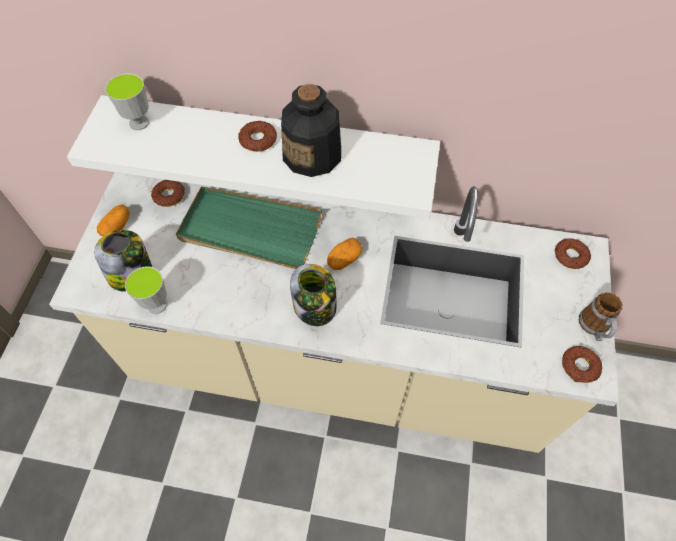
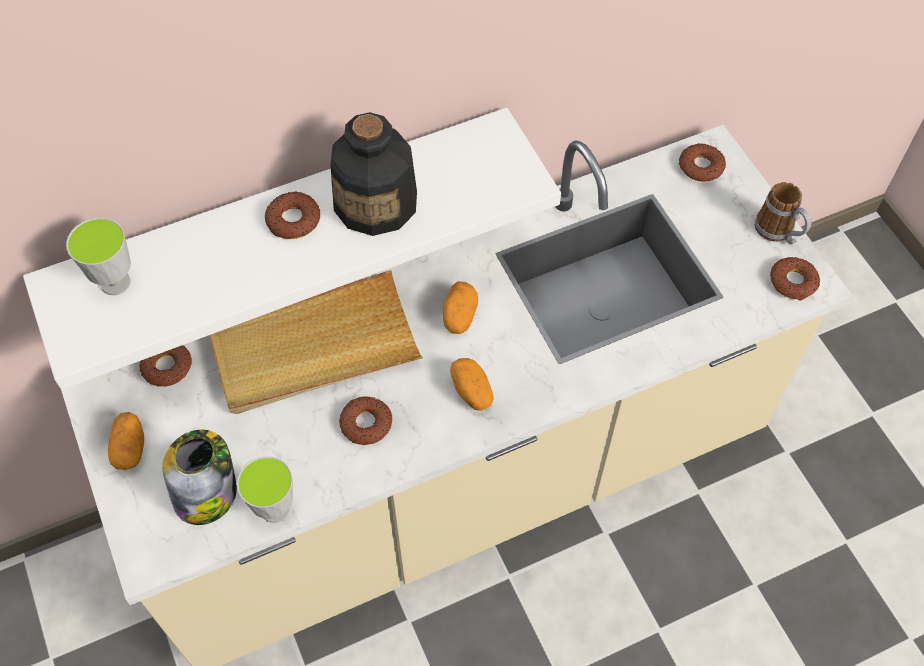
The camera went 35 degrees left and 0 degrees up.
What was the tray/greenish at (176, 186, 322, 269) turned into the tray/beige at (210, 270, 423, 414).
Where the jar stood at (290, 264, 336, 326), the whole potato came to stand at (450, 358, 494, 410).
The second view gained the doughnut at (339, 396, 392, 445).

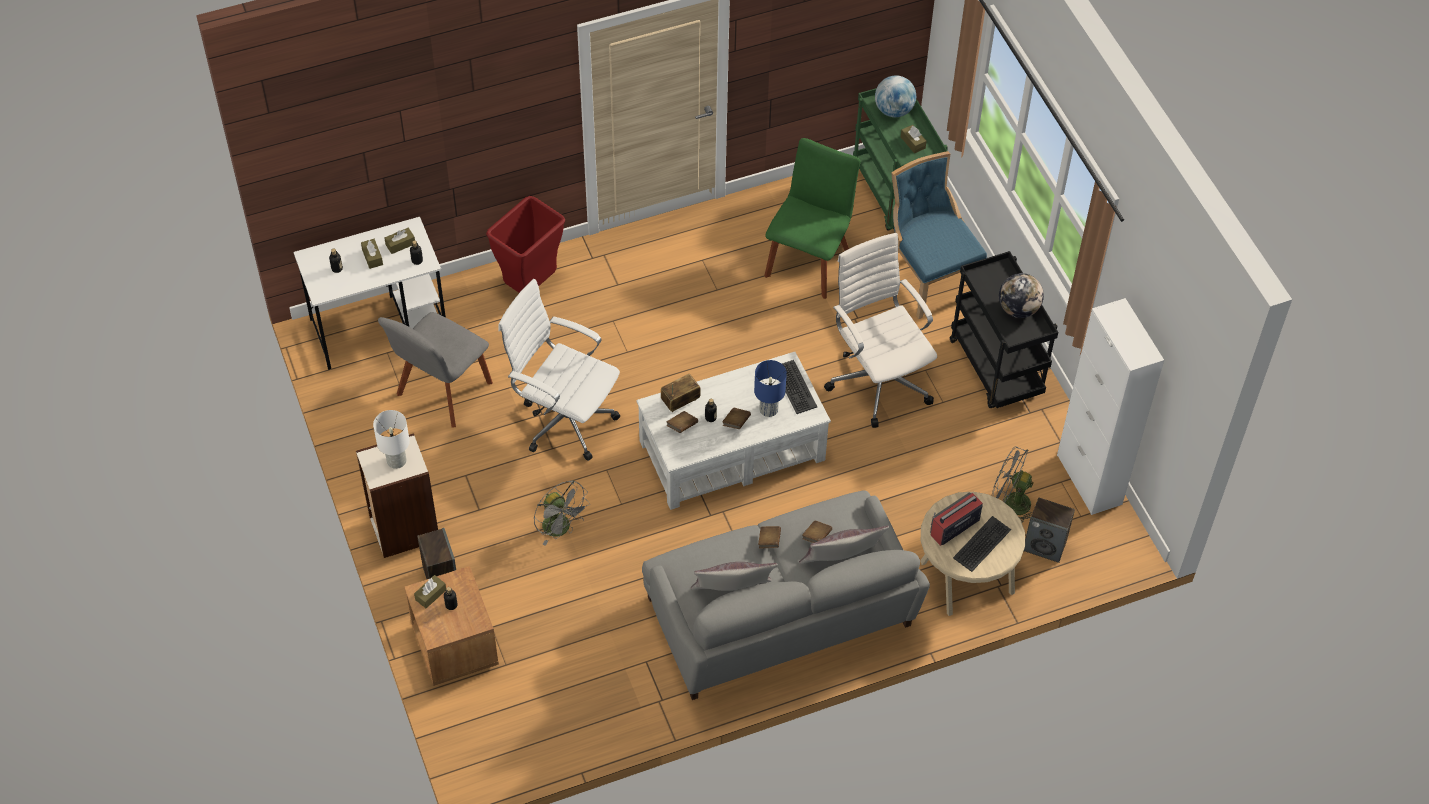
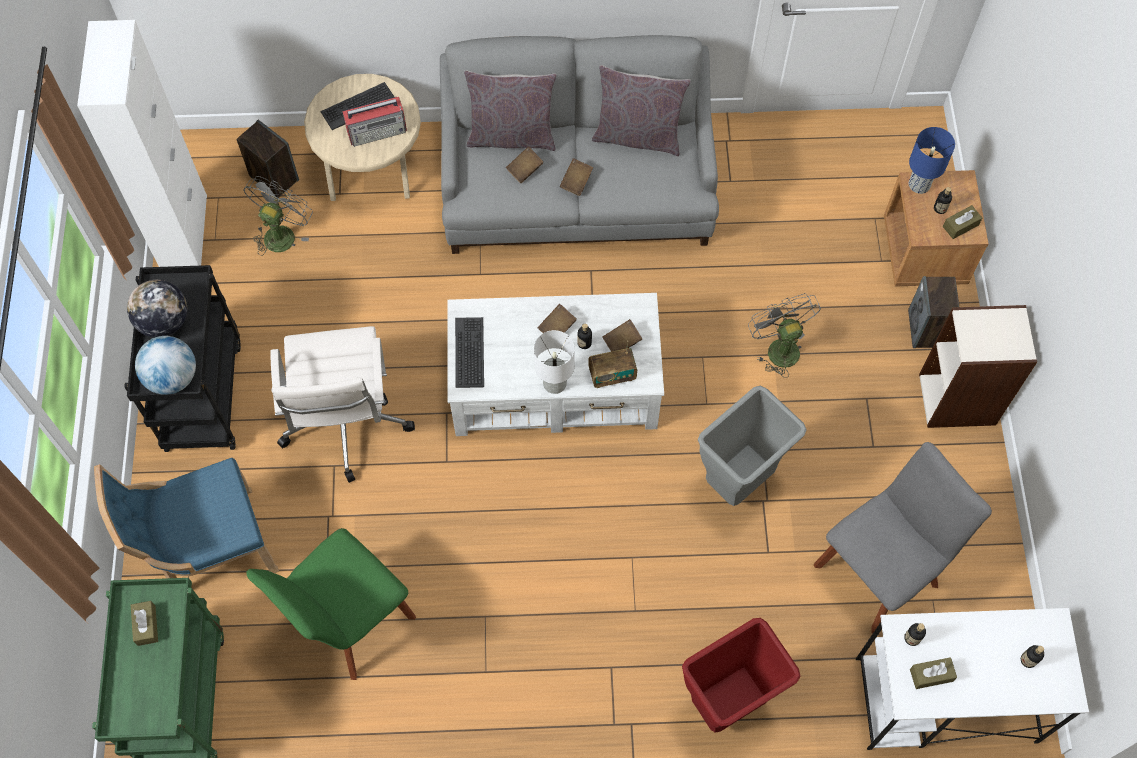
The camera went 160 degrees left and 10 degrees up.
The second view lost the tissue holder/brown-coloured at (361, 239, 383, 269).
The lamp for a table/whitish ended up elsewhere, having gone from (373, 410, 410, 469) to (534, 330, 575, 394).
Where the office chair/whitish stood at (498, 279, 620, 461), the waste bin/greyish came to stand at (698, 386, 807, 506).
The lamp for a table/blue ended up elsewhere, having gone from (754, 360, 787, 417) to (909, 127, 955, 194).
The globe ended up elsewhere, having gone from (875, 75, 916, 117) to (135, 336, 196, 395).
The plain chair/blue at (891, 151, 987, 319) ended up facing another way, 75 degrees clockwise from before.
The fan/greyish at (992, 446, 1034, 523) ended up facing another way, 105 degrees counterclockwise from before.

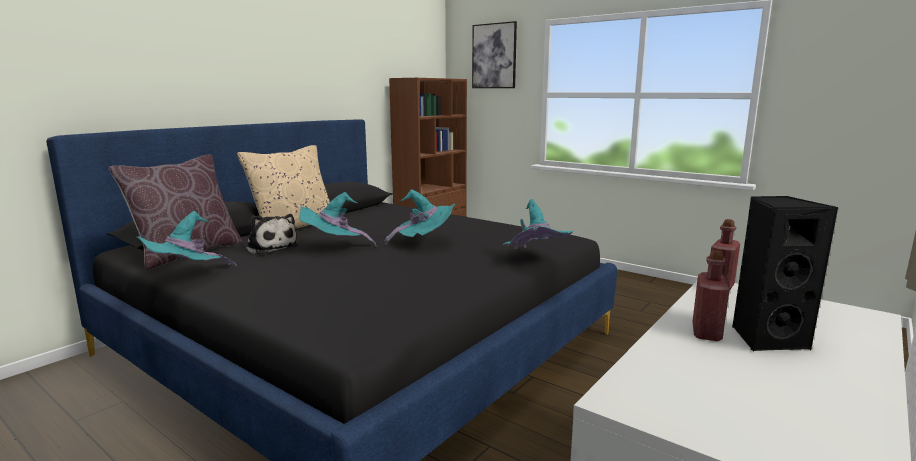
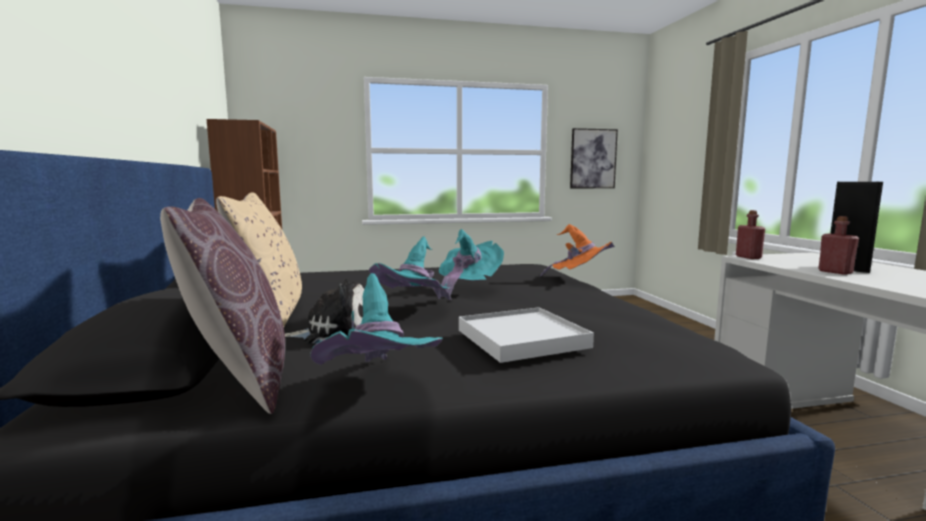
The camera went 50 degrees left and 5 degrees down.
The wall picture ended up elsewhere, having gone from (472, 21, 517, 88) to (570, 128, 618, 188).
What was the clothing hat/turquoise at (503, 199, 574, 249) turned into the clothing hat/orange at (540, 224, 615, 276).
The second view gained the tray/whitish at (459, 307, 594, 363).

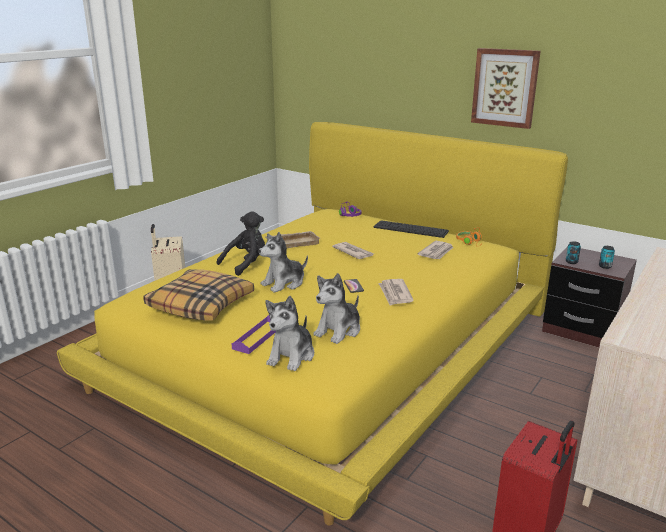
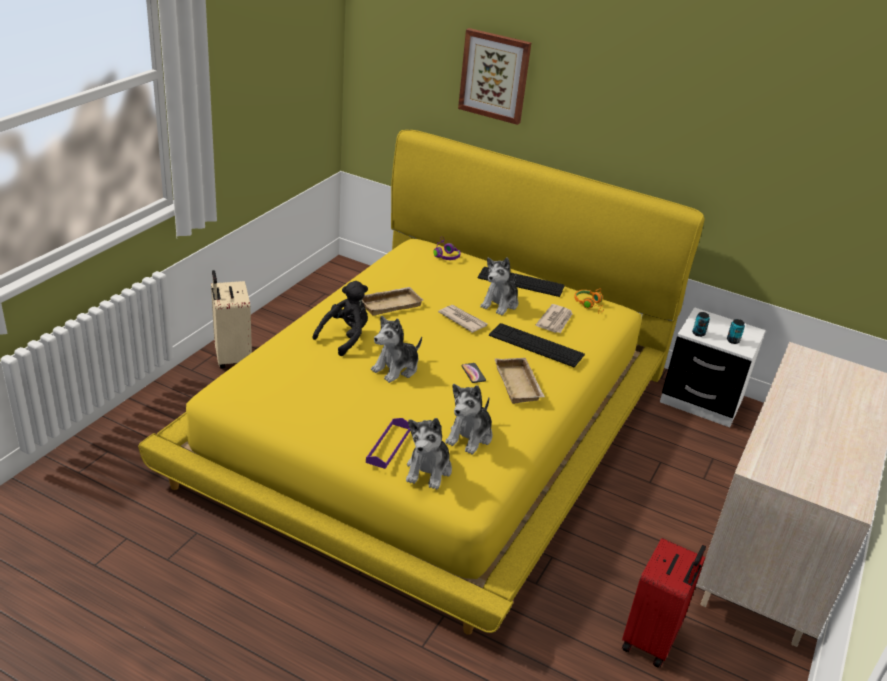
The camera went 10 degrees left and 10 degrees up.
The second view lost the cushion at (143, 269, 254, 321).
Where the newspaper stood at (378, 279, 414, 306), the tray/beige came to stand at (495, 358, 545, 404).
The wall picture ended up elsewhere, having gone from (471, 48, 541, 129) to (458, 28, 531, 125).
What was the bedside table/brown-coloured at (542, 246, 637, 347) turned into the bedside table/whitish at (660, 307, 766, 427).
The second view gained the cuddly toy at (480, 257, 518, 315).
The second view gained the keyboard at (489, 323, 585, 367).

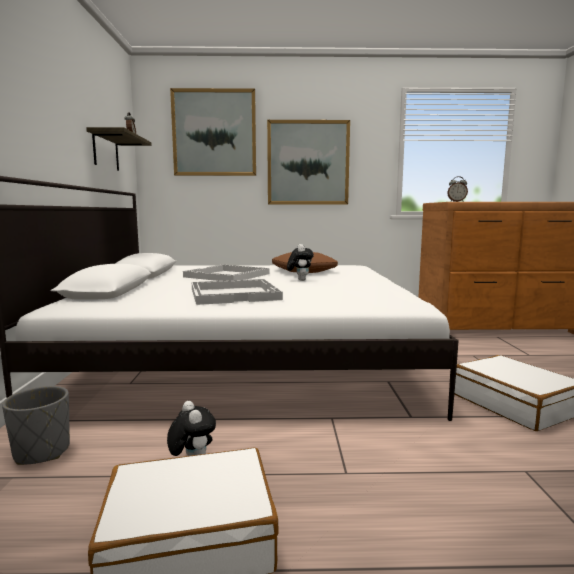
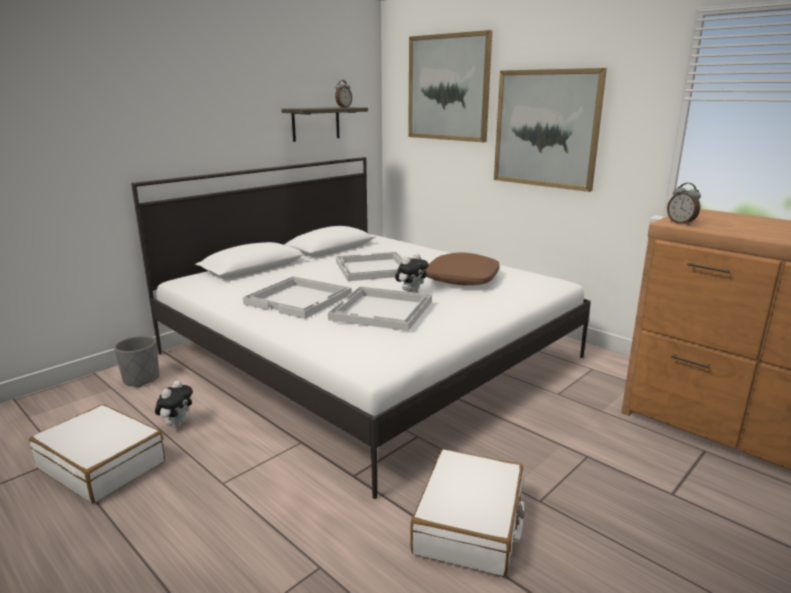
The camera went 45 degrees right and 10 degrees up.
The second view gained the tray/whitish at (328, 286, 432, 331).

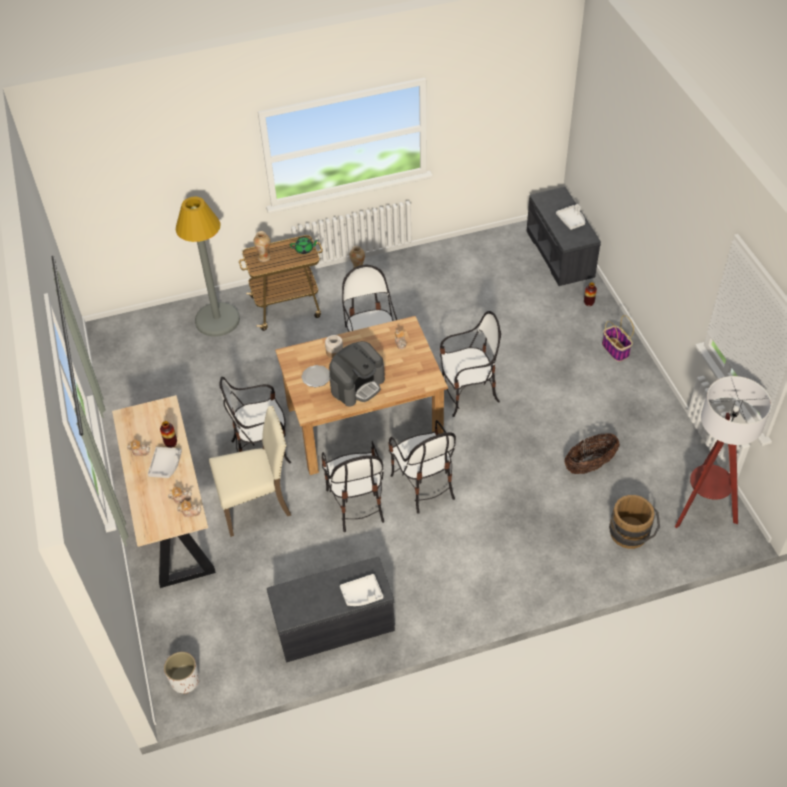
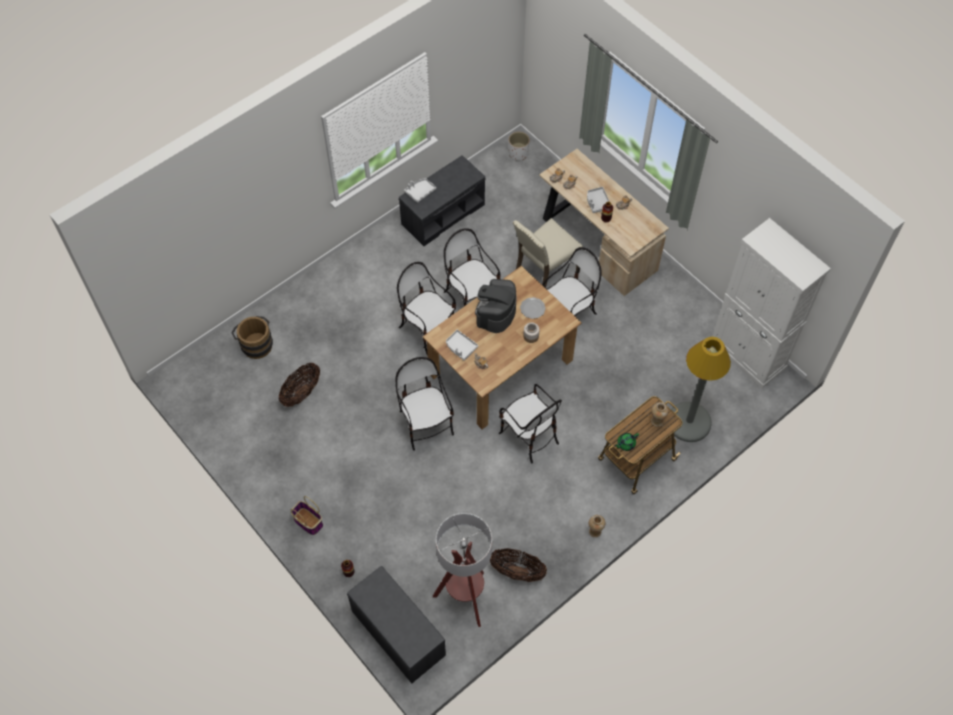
The camera went 155 degrees right and 10 degrees up.
The plain chair at (440, 311, 501, 417) ended up facing another way, 105 degrees clockwise from before.
The tray/whitish ended up elsewhere, having gone from (556, 204, 585, 230) to (446, 330, 478, 361).
The floor lamp ended up elsewhere, having gone from (675, 376, 772, 528) to (433, 513, 492, 627).
The second view gained the household basket at (490, 548, 547, 582).
The second view gained the cupboard/whitish at (712, 218, 831, 388).

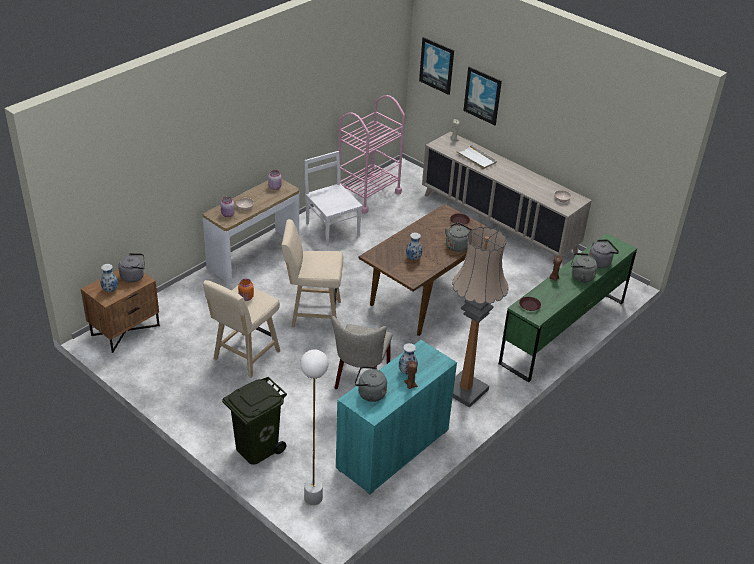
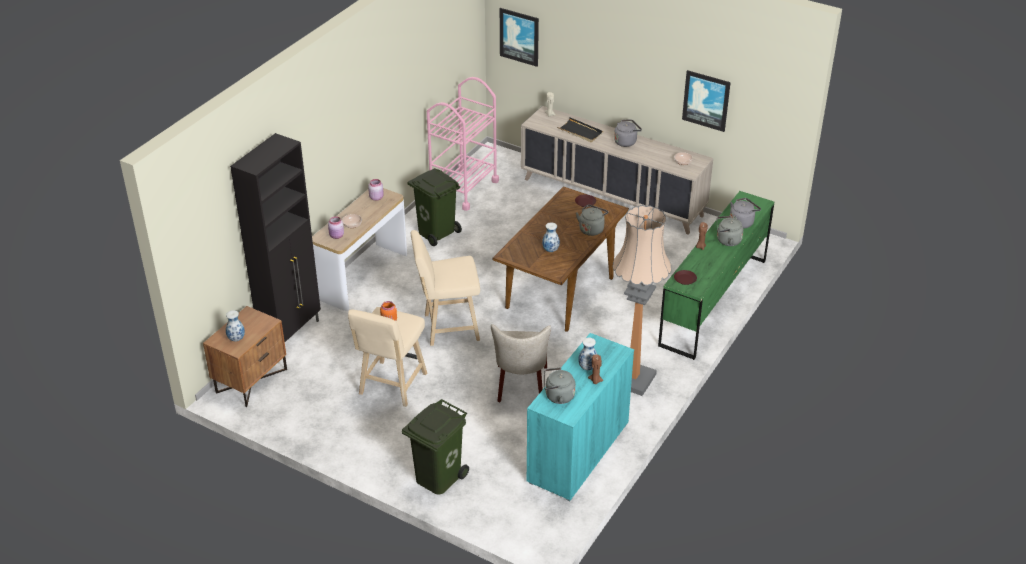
The camera went 10 degrees left and 0 degrees up.
The tea kettle/greyish ended up elsewhere, having gone from (118, 253, 145, 283) to (614, 119, 642, 147).
The second view lost the floor lamp/whitish at (300, 350, 329, 505).
Where the plain chair/whitish stood at (305, 151, 363, 246), the waste bin/greenish came to stand at (407, 168, 462, 246).
What was the tray/whitish at (456, 145, 497, 169) turned into the tray/blackish at (557, 117, 603, 142).
The wall picture ended up elsewhere, having gone from (463, 67, 502, 125) to (682, 70, 731, 132).
The second view gained the cupboard/blackish at (230, 133, 321, 342).

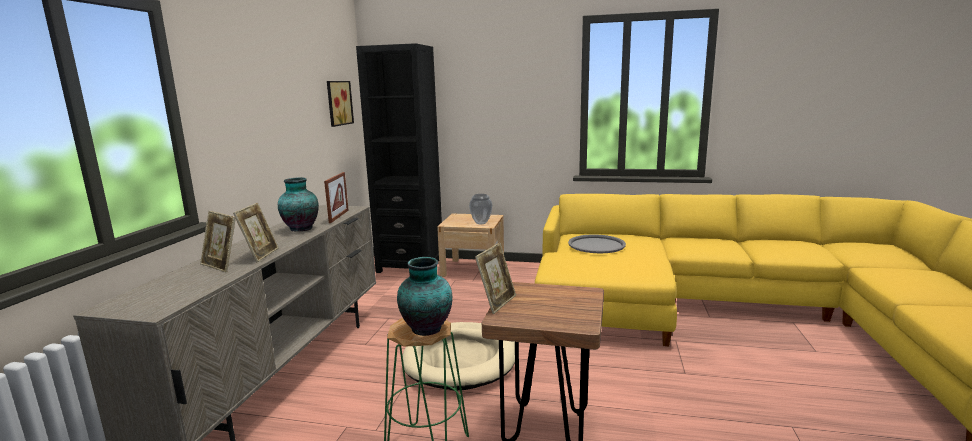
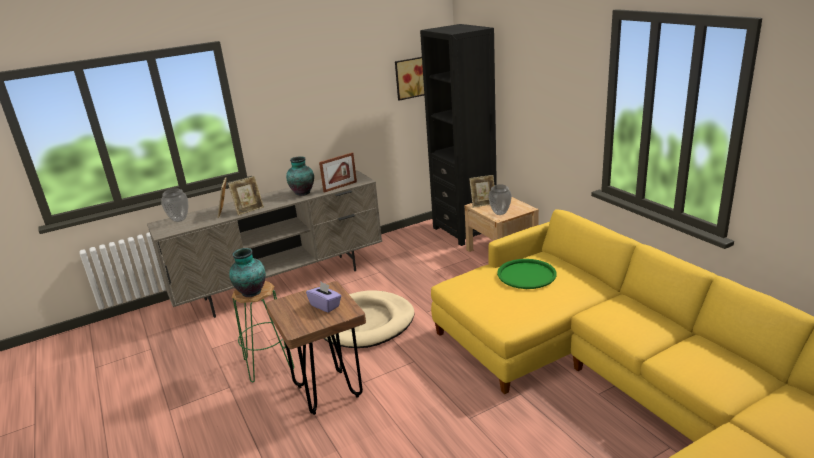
The camera went 50 degrees right and 10 degrees up.
The photo frame ended up elsewhere, having gone from (475, 243, 516, 314) to (469, 175, 494, 208).
What was the tray/greyish at (568, 234, 626, 253) turned into the tray/greenish at (497, 259, 557, 289).
The second view gained the vase at (161, 188, 188, 222).
The second view gained the tissue holder/purple-coloured at (306, 282, 341, 313).

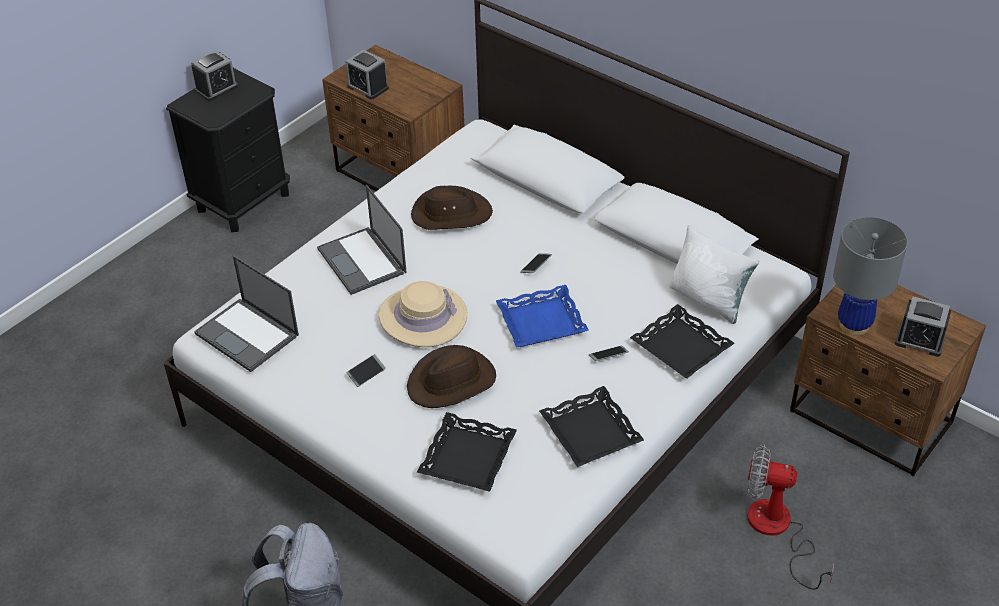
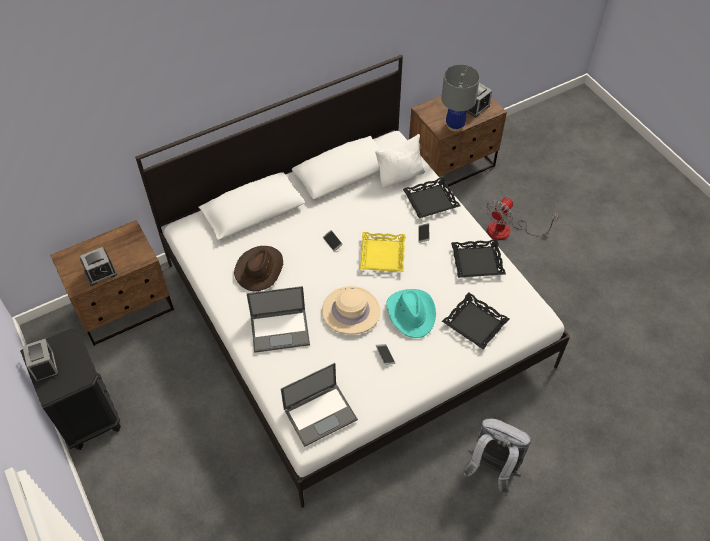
The camera went 70 degrees left and 10 degrees up.
What was the clothing hat/brown-coloured at (407, 345, 496, 408) turned into the clothing hat/turquoise at (386, 289, 436, 338).
What was the tray/blue at (496, 285, 589, 347) turned into the tray/yellow at (359, 232, 406, 272).

